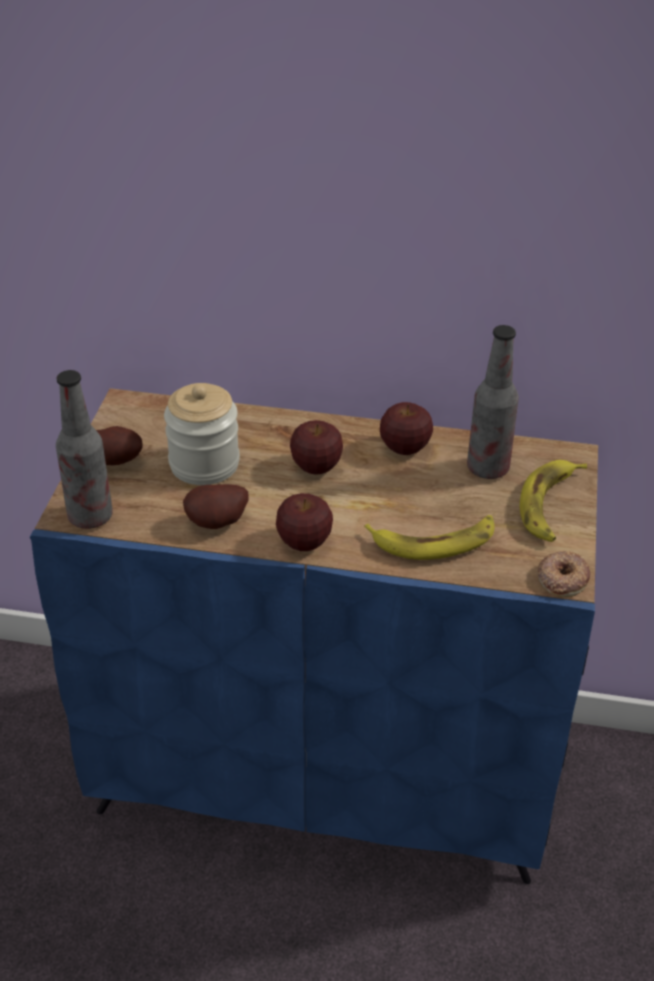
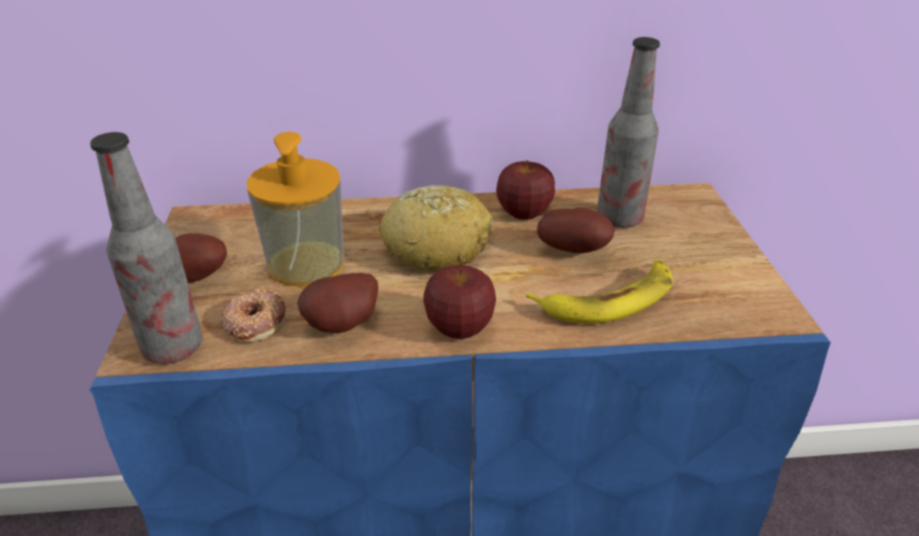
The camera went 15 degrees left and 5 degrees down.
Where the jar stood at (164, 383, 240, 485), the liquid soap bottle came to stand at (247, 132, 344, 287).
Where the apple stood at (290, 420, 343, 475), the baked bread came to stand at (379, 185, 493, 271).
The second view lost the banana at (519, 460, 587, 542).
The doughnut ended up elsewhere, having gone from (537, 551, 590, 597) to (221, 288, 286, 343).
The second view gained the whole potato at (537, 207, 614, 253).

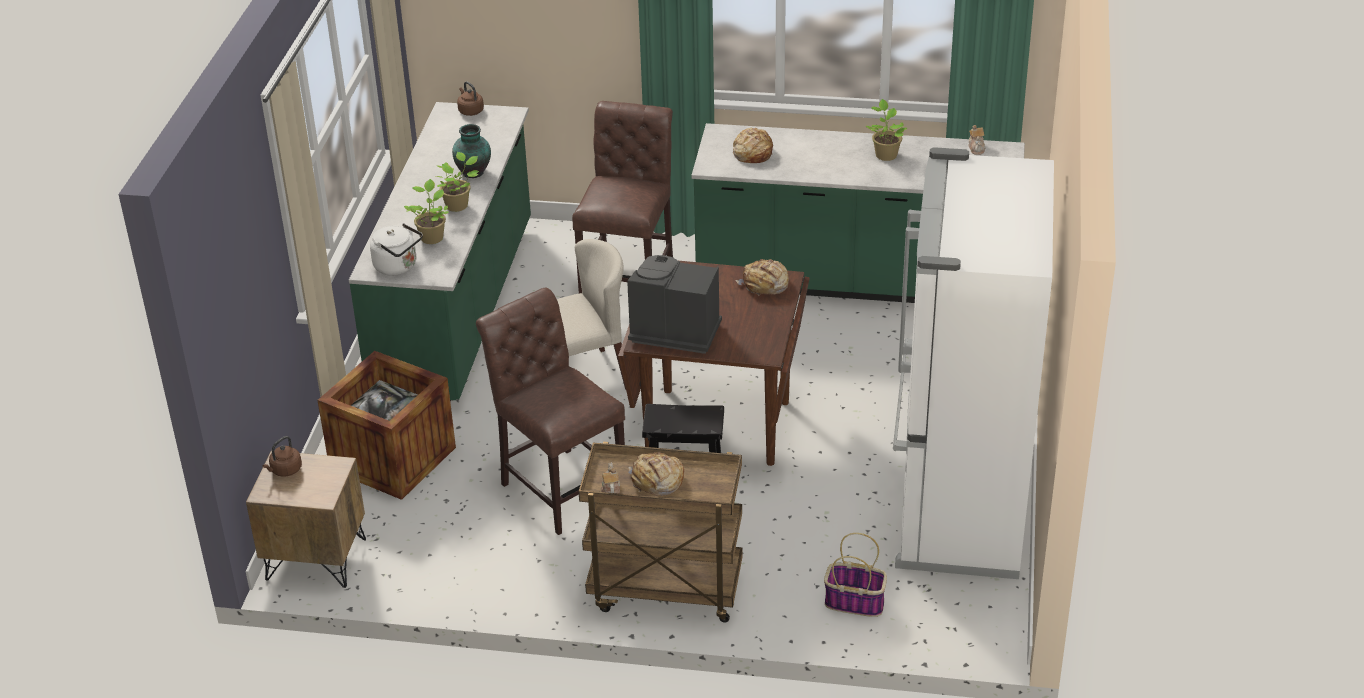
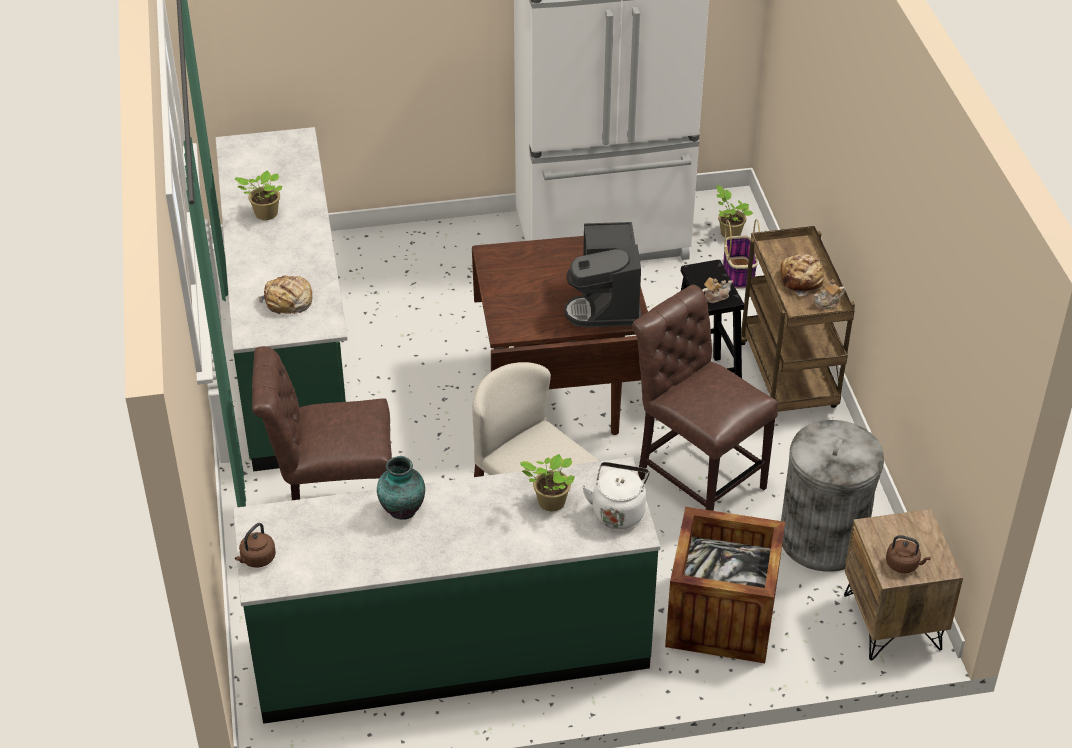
The camera went 110 degrees left and 5 degrees up.
The potted plant ended up elsewhere, having gone from (436, 152, 479, 212) to (716, 185, 753, 238).
The plain chair/brown-coloured at (476, 288, 625, 535) ended up facing another way, 105 degrees clockwise from before.
The second view lost the baked bread at (735, 259, 789, 296).
The tea pot ended up elsewhere, having gone from (968, 125, 985, 155) to (702, 277, 733, 303).
The second view gained the waste bin/greyish at (781, 420, 884, 572).

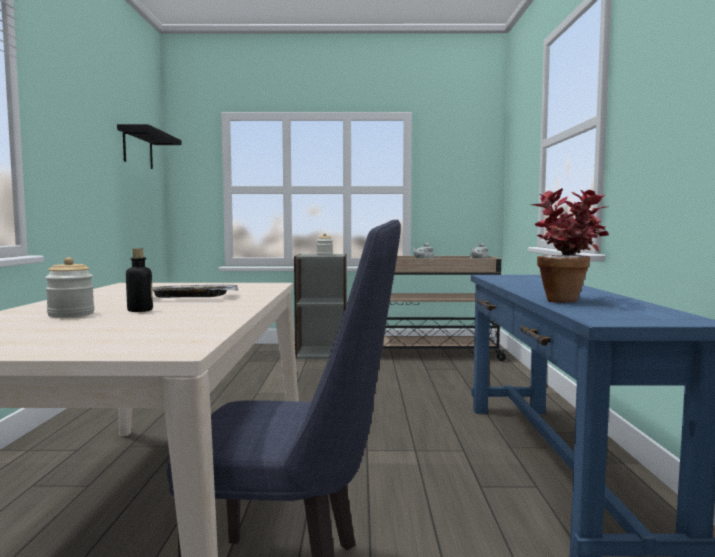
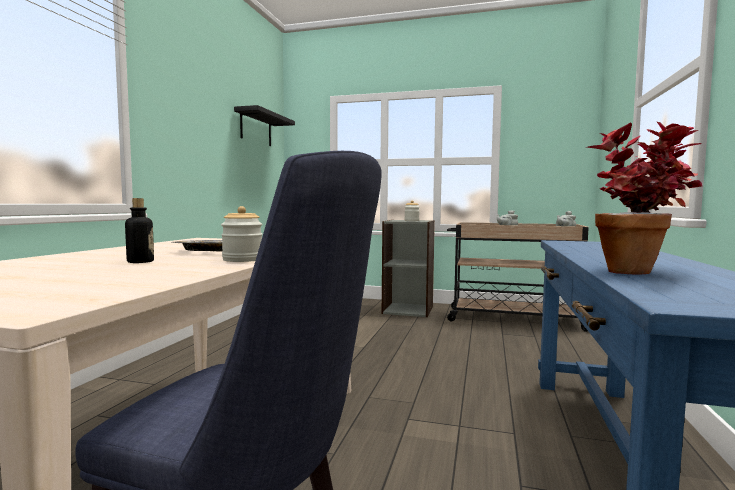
The camera went 15 degrees right and 0 degrees up.
The jar ended up elsewhere, having gone from (45, 257, 95, 318) to (221, 206, 263, 262).

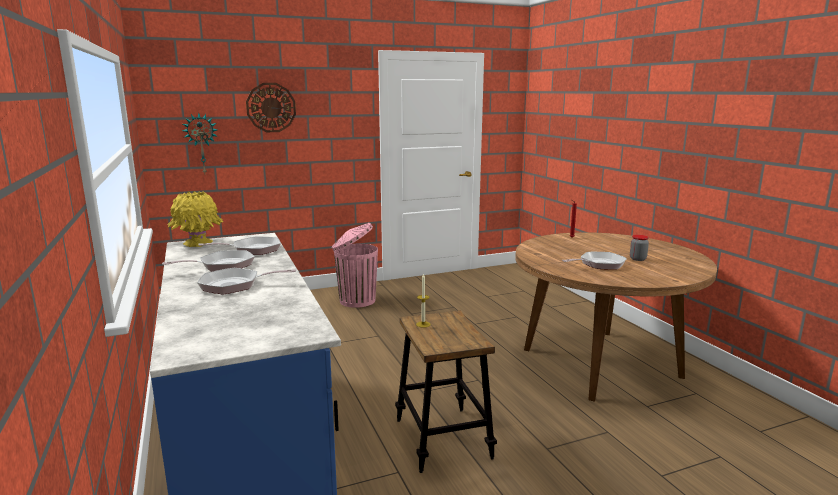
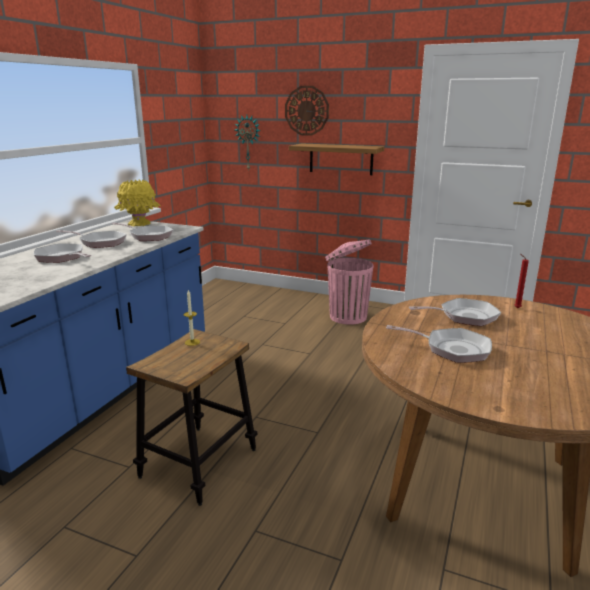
The camera went 45 degrees right and 5 degrees up.
The second view lost the jar at (630, 235, 649, 261).
The second view gained the shelf at (289, 143, 384, 175).
The second view gained the frying pan at (409, 298, 501, 326).

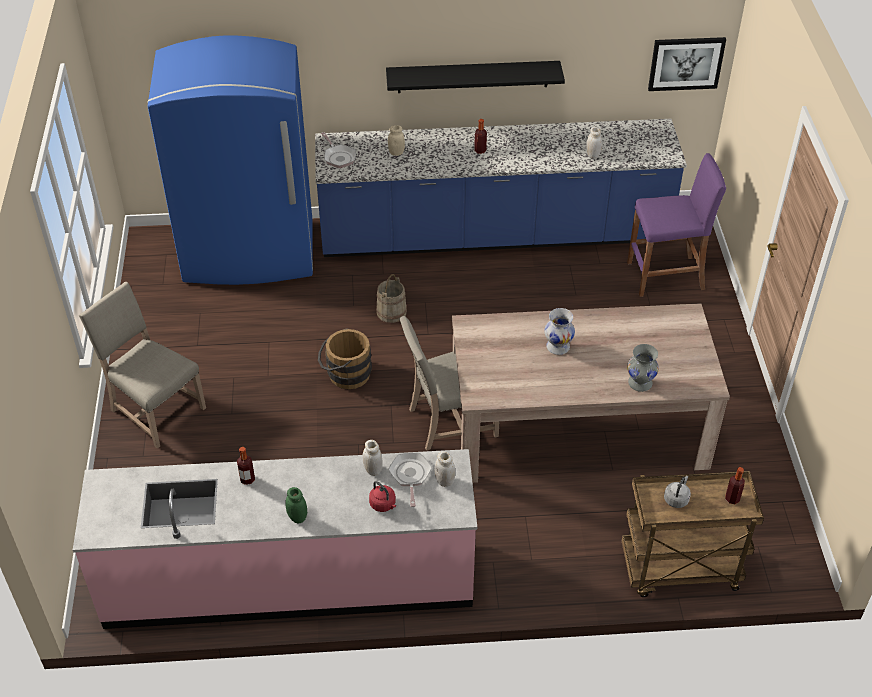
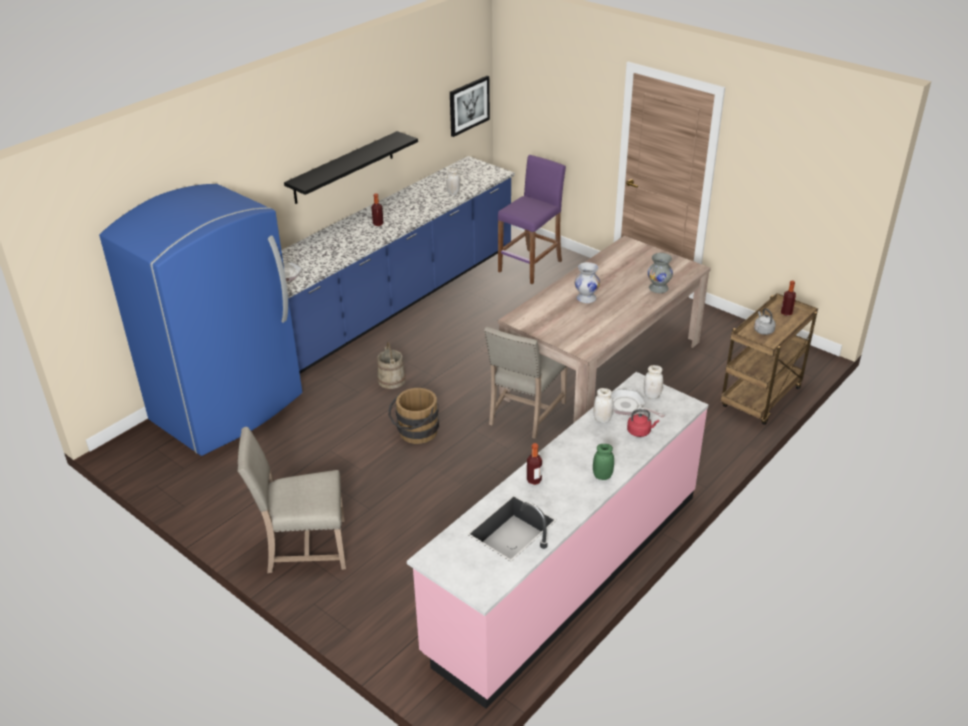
The camera went 45 degrees left and 10 degrees down.
The second view lost the jar/beige at (388, 125, 405, 156).

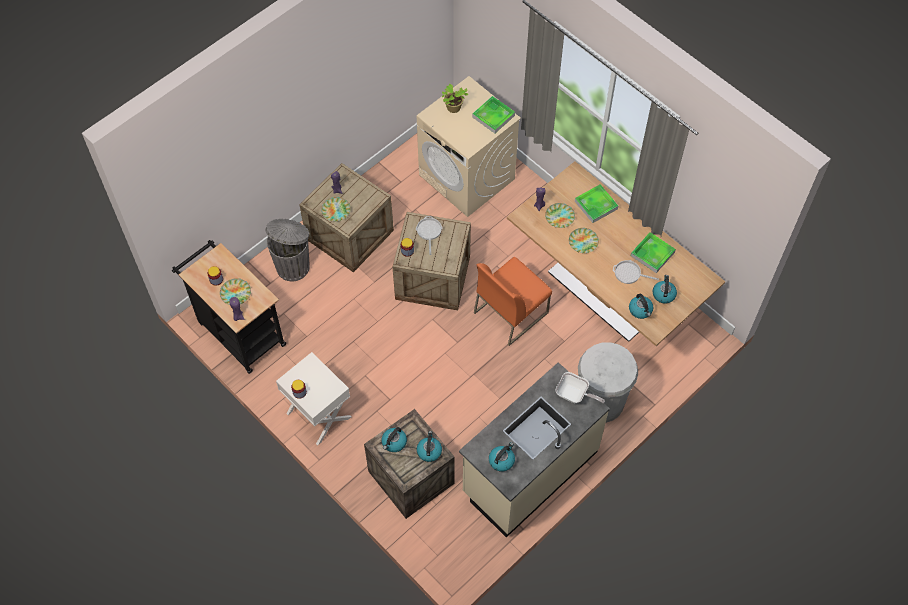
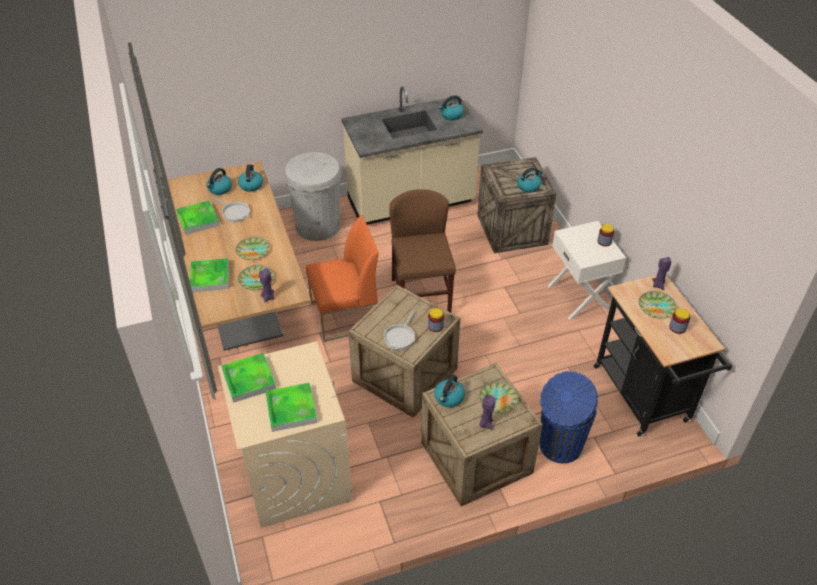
The camera went 155 degrees left and 15 degrees down.
What was the waste bin/greyish at (266, 219, 310, 281) turned into the waste bin/blue at (539, 371, 598, 464).
The tea kettle ended up elsewhere, having gone from (417, 431, 442, 462) to (434, 375, 465, 407).
Where the potted plant stood at (442, 84, 468, 113), the tray came to stand at (265, 383, 317, 432).
The second view lost the frying pan at (555, 372, 605, 403).
The second view gained the plain chair/brown-coloured at (389, 189, 456, 313).

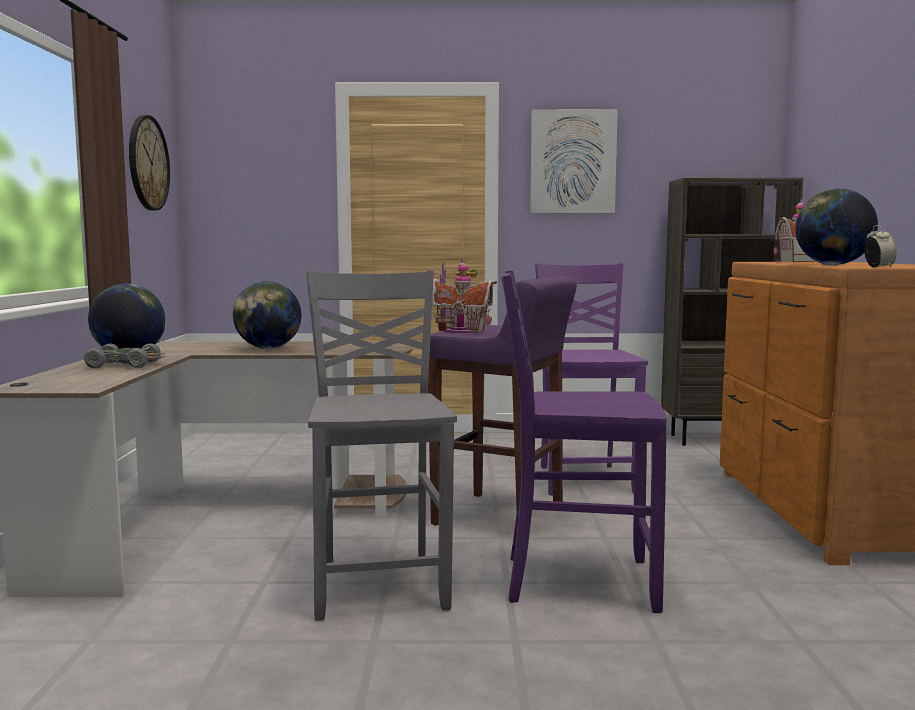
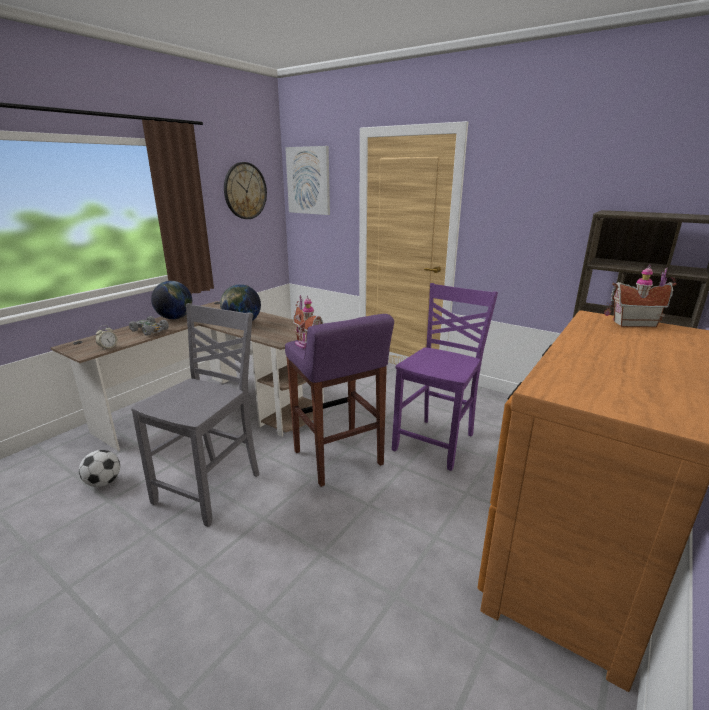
The camera went 35 degrees right and 15 degrees up.
The second view lost the plain chair/purple-coloured at (501, 271, 667, 613).
The wall picture ended up elsewhere, having gone from (530, 109, 618, 213) to (285, 146, 330, 215).
The second view lost the globe at (795, 189, 878, 265).
The table clock ended up elsewhere, having gone from (864, 225, 897, 267) to (96, 325, 117, 350).
The second view gained the football at (79, 450, 120, 487).

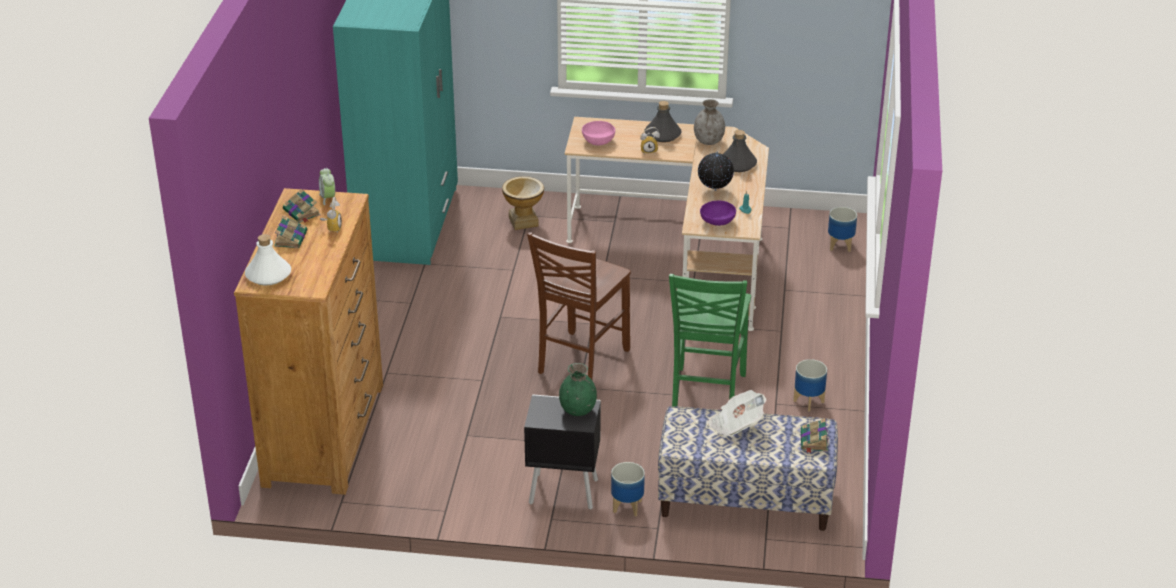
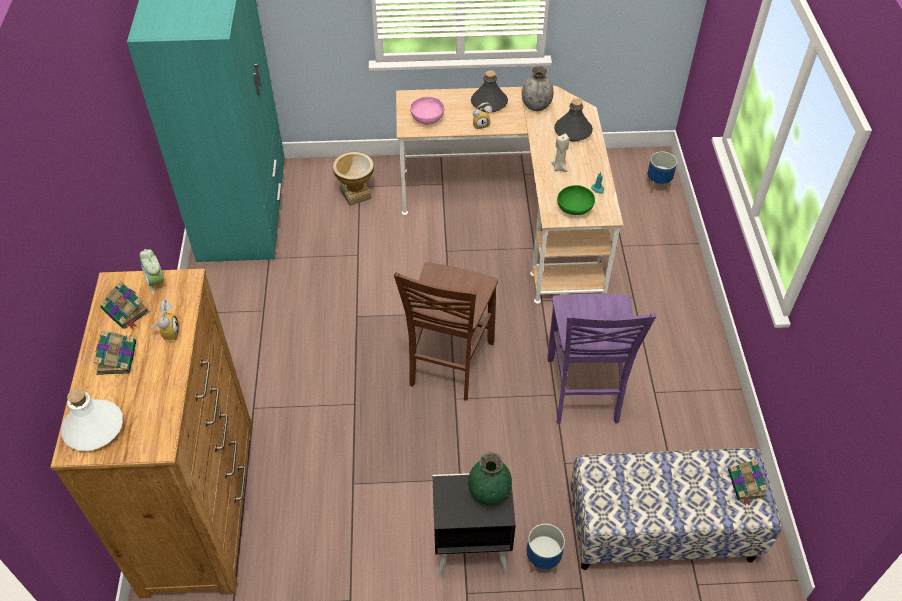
The camera went 10 degrees left and 15 degrees up.
What was the plain chair/greenish at (669, 274, 751, 408) turned into the plain chair/purple-coloured at (547, 294, 656, 424).
Where the globe stood at (698, 151, 734, 191), the wax light/beige came to stand at (551, 133, 569, 172).
What was the bowl/purple-coloured at (700, 201, 736, 226) turned into the bowl/greenish at (557, 185, 595, 215).
The second view lost the newspaper at (708, 390, 767, 438).
The second view lost the planter at (793, 359, 827, 411).

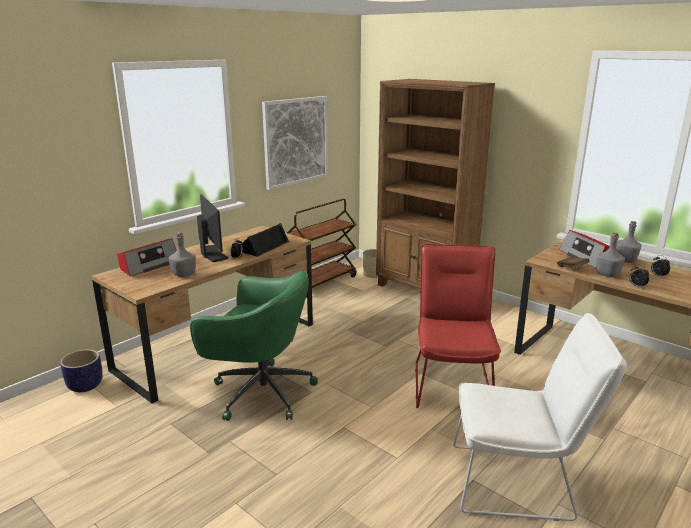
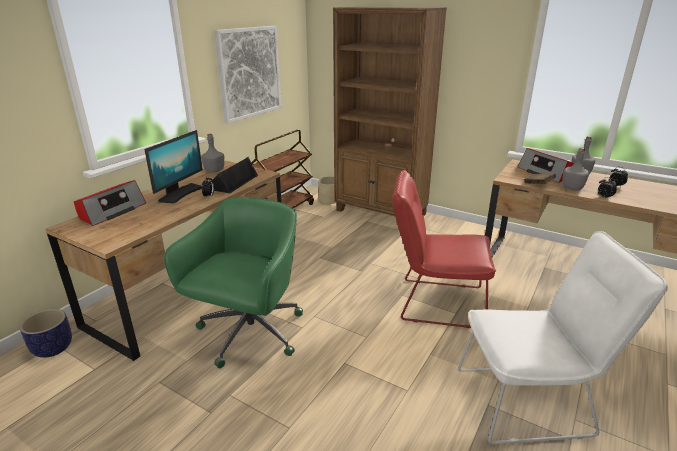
The camera went 10 degrees left and 5 degrees up.
The drink bottle/greyish ended up elsewhere, having gone from (169, 232, 196, 277) to (201, 134, 224, 172).
The office chair/greenish at (190, 271, 318, 421) ended up facing another way, 75 degrees counterclockwise from before.
The computer display at (197, 195, 228, 262) ended up facing another way, 60 degrees clockwise from before.
The plain chair/red at (415, 244, 501, 408) ended up facing another way, 75 degrees counterclockwise from before.

